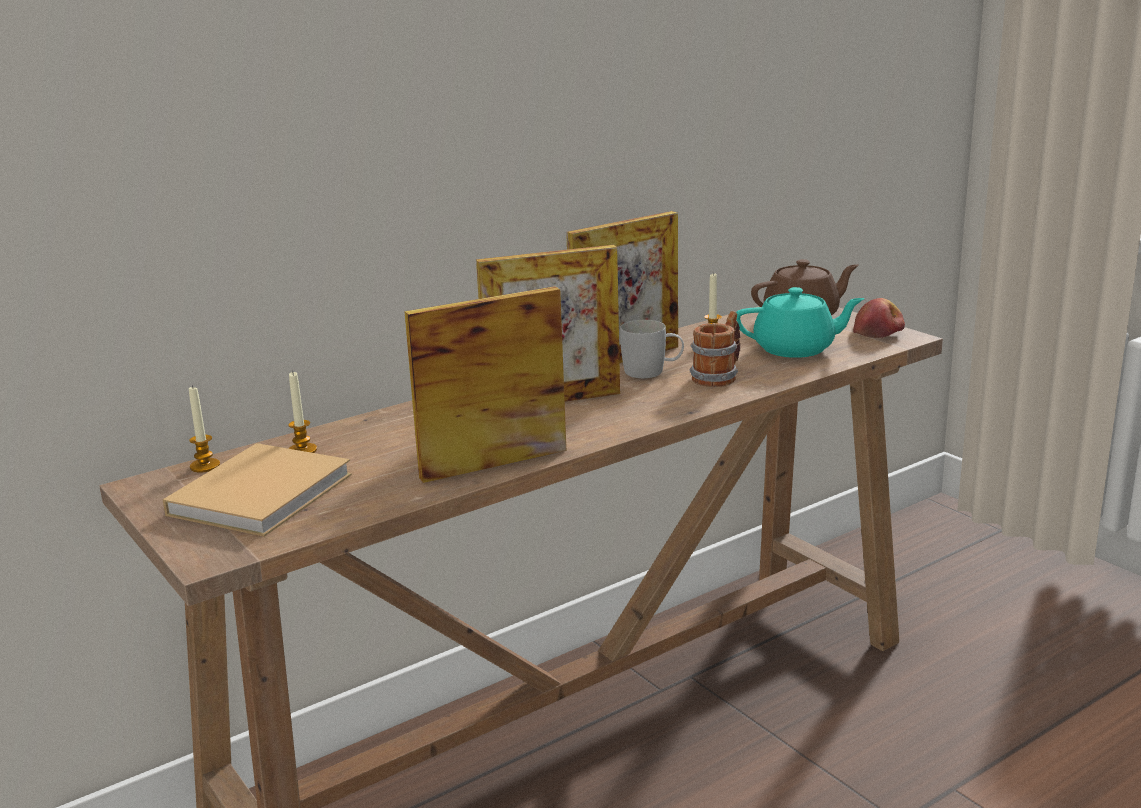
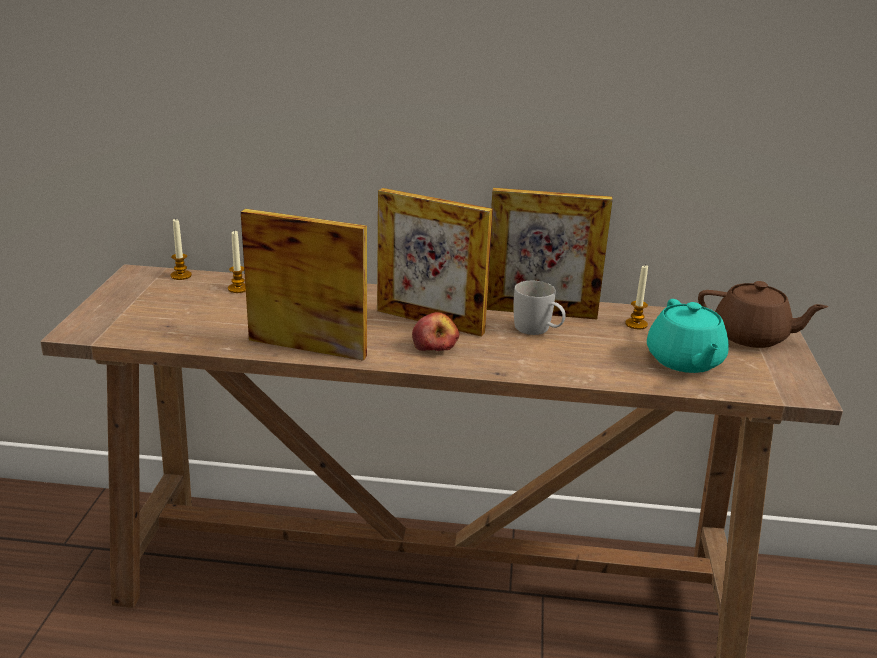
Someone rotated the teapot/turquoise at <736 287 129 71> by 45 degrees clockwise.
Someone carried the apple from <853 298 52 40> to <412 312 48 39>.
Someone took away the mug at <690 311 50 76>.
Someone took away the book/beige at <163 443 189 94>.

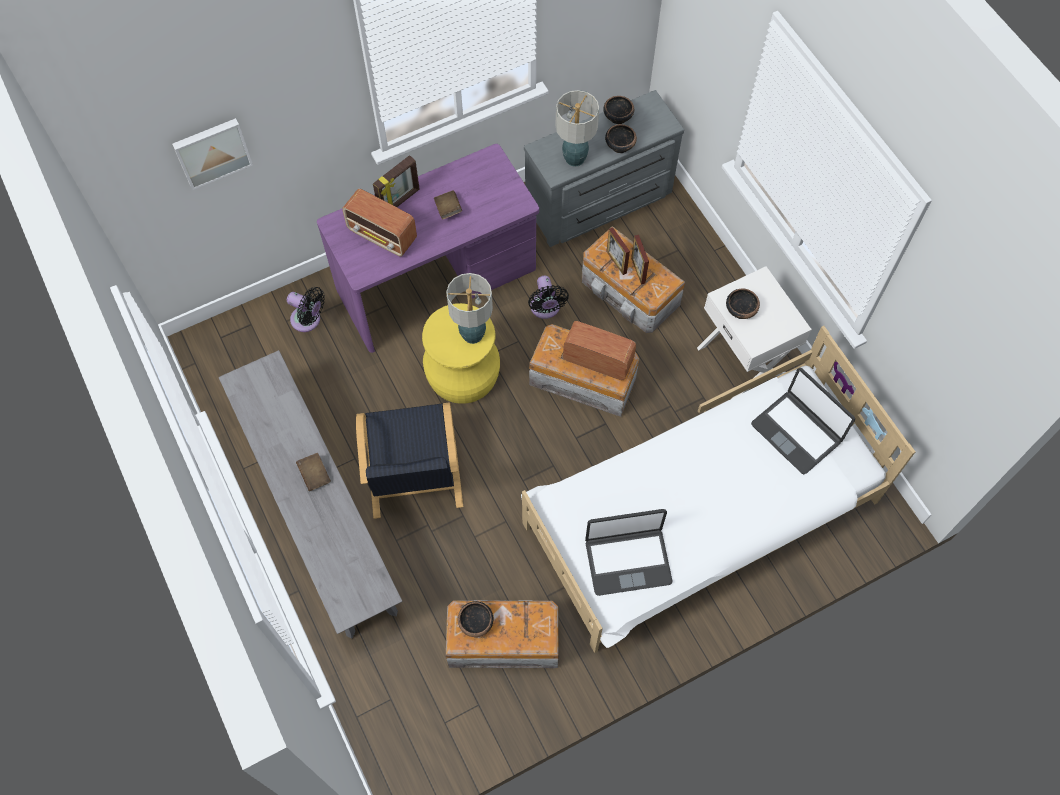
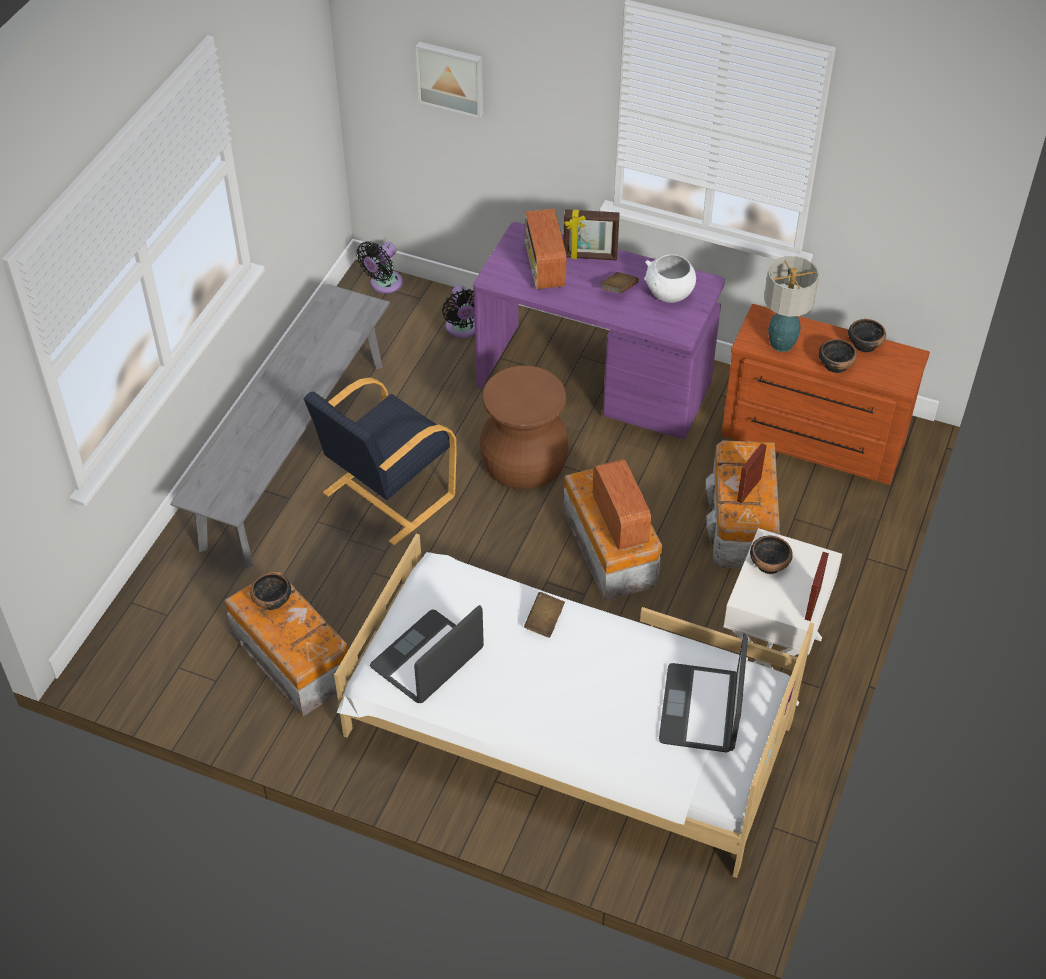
Someone repainted the dresser/grey at <524 90 160 157>, which became the dresser/brown at <721 304 209 181>.
Someone carried the picture frame from <606 227 24 48> to <805 552 24 69>.
Someone took away the table lamp at <446 273 47 71>.
Someone carried the fan/black from <528 276 41 43> to <356 241 47 52>.
Someone repainted the stool/yellow at <422 303 78 101>, which became the stool/brown at <480 366 89 123>.
Someone carried the book/brown from <296 453 35 38> to <524 592 41 46>.
Someone rotated the laptop at <585 509 87 87> by 90 degrees clockwise.
Someone put down the bowl/white at <644 254 52 49>.

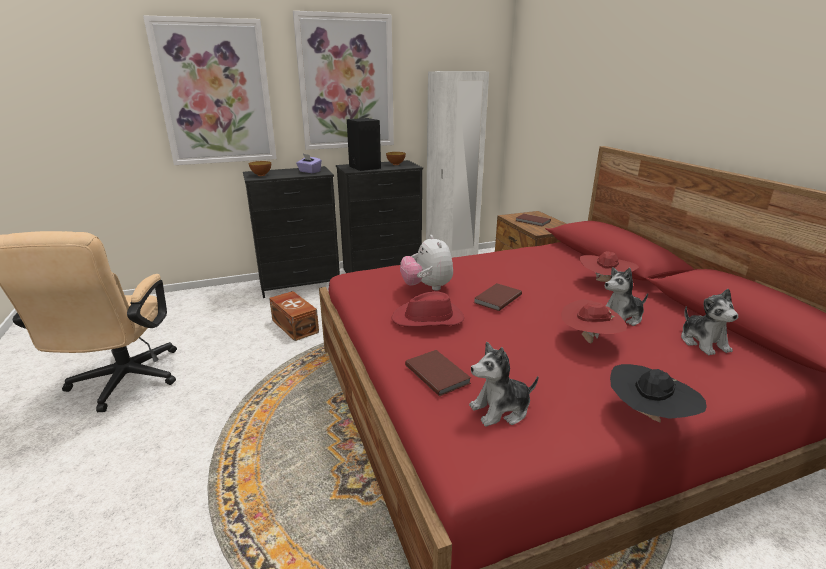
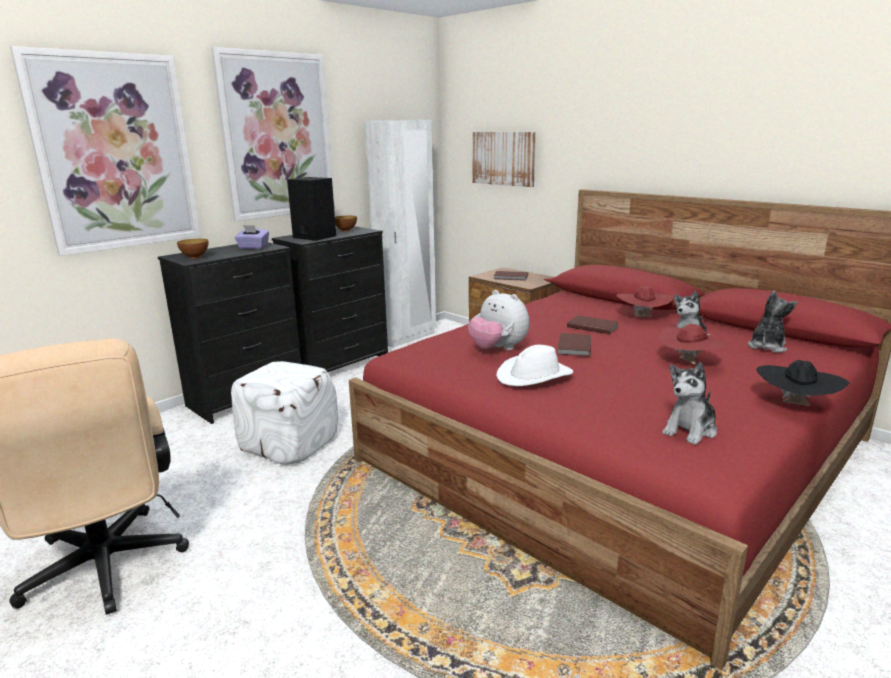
Someone rotated the plush toy at <681 289 57 66> by 105 degrees counterclockwise.
Someone swapped the storage box/brown at <269 291 50 50> for the ottoman/white at <231 361 107 104>.
Someone repainted the hat/red at <391 291 73 36>, which became the hat/white at <496 345 77 41>.
Someone carried the book/brown from <405 350 66 46> to <567 315 52 19>.
Someone put up the picture at <472 132 64 55>.

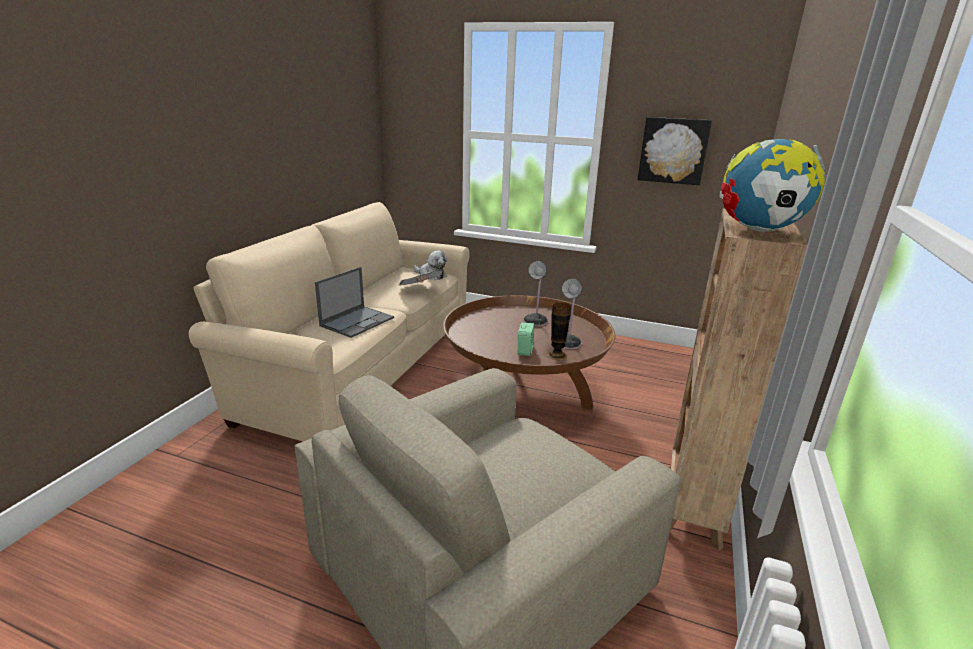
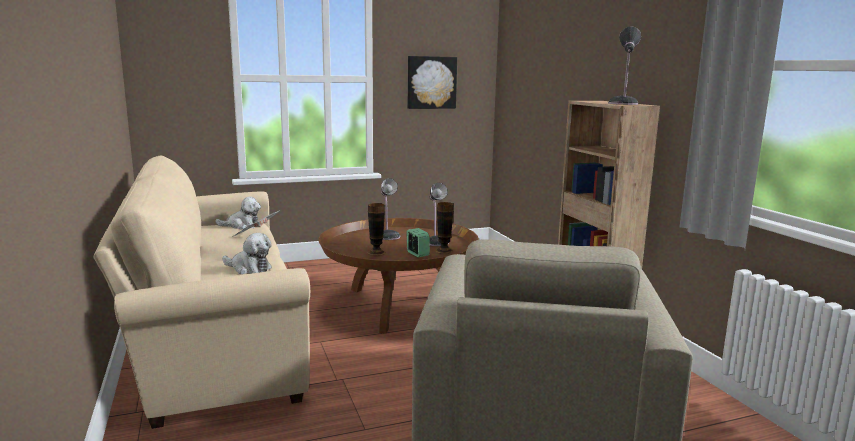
Someone swapped the globe at <719 139 108 93> for the table lamp at <608 26 33 79>.
Someone swapped the laptop at <315 267 79 71> for the plush toy at <222 233 50 41>.
Someone put down the vase at <367 203 19 53>.

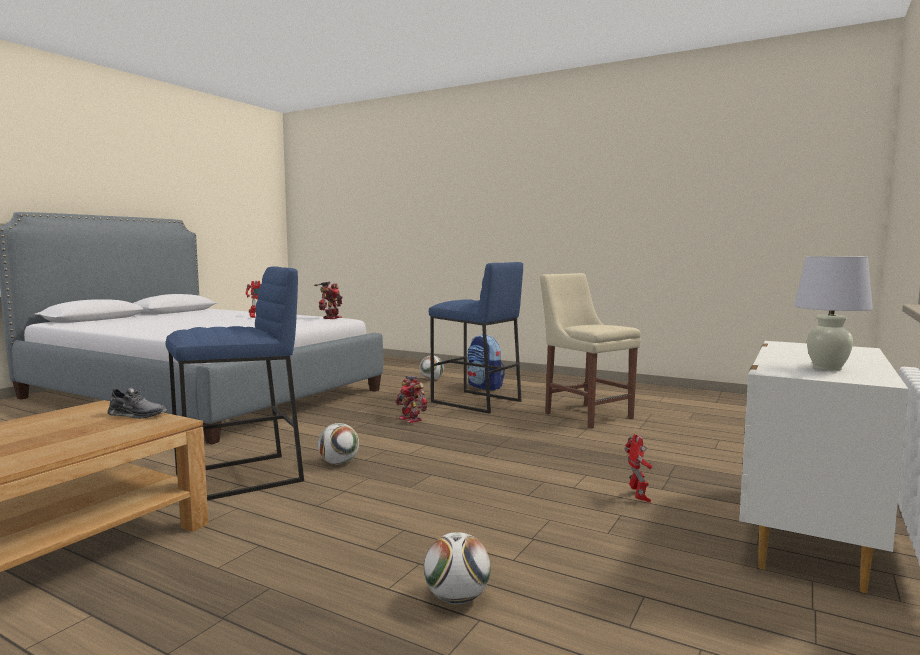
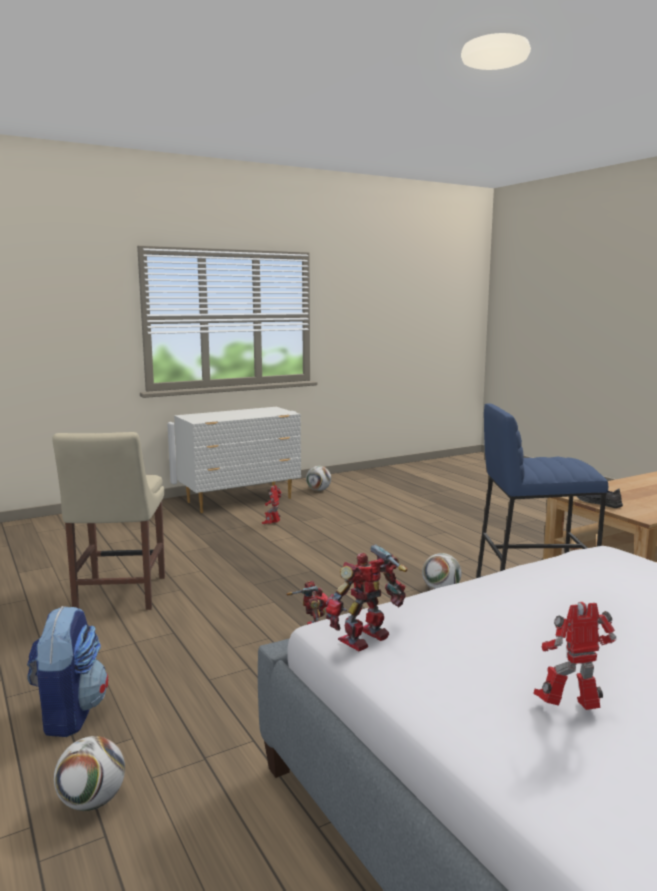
Someone took away the table lamp/white at <794 256 79 115>.
Someone took away the stool/blue at <429 262 94 152>.
Someone carried the football from <424 532 67 72> to <306 466 25 25>.

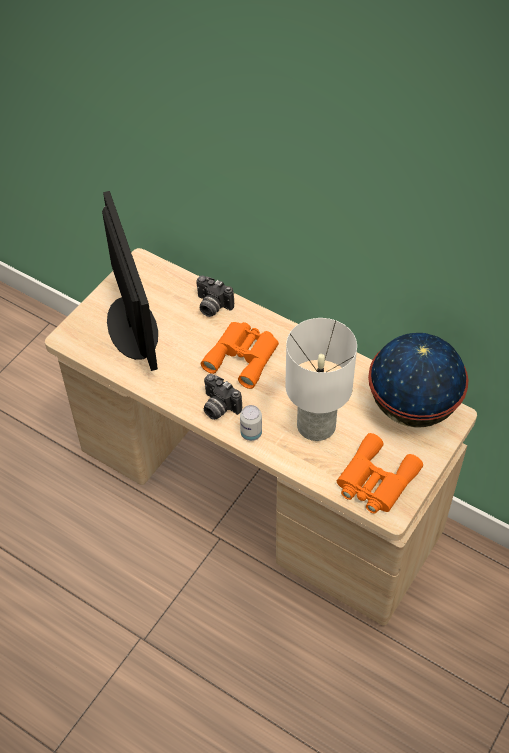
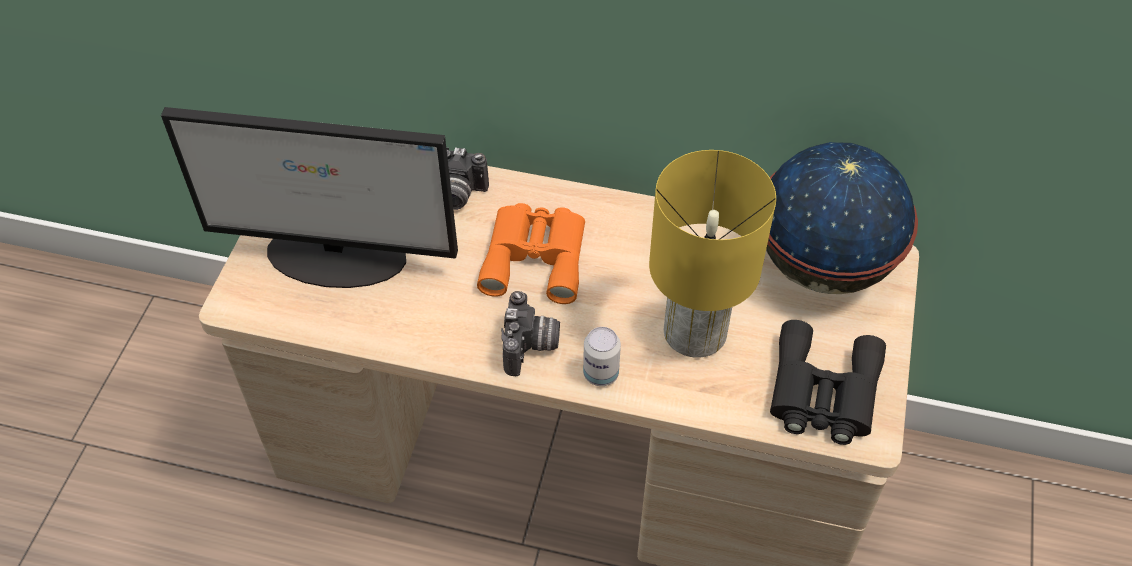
Someone rotated the monitor at <102 191 56 180> by 135 degrees clockwise.
Someone repainted the table lamp/white at <285 318 72 123>, which became the table lamp/yellow at <649 150 127 208>.
Someone rotated the photo camera at <204 374 38 46> by 105 degrees counterclockwise.
Someone repainted the binoculars/orange at <337 433 86 81>, which became the binoculars/black at <770 320 116 125>.

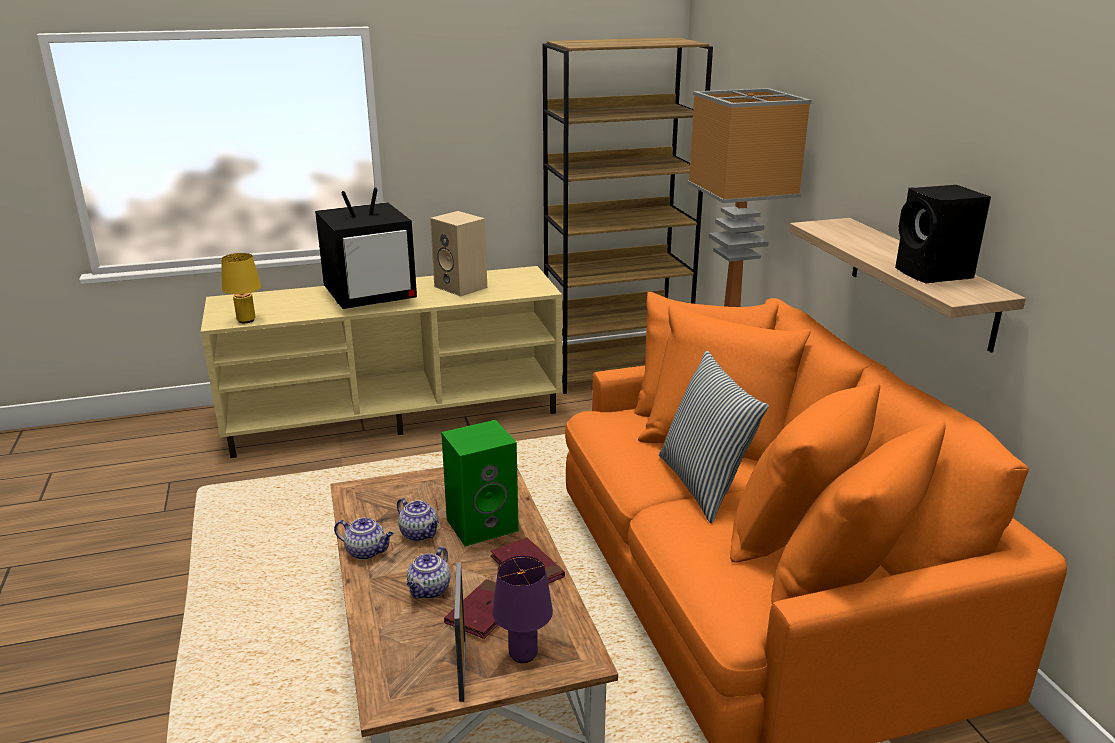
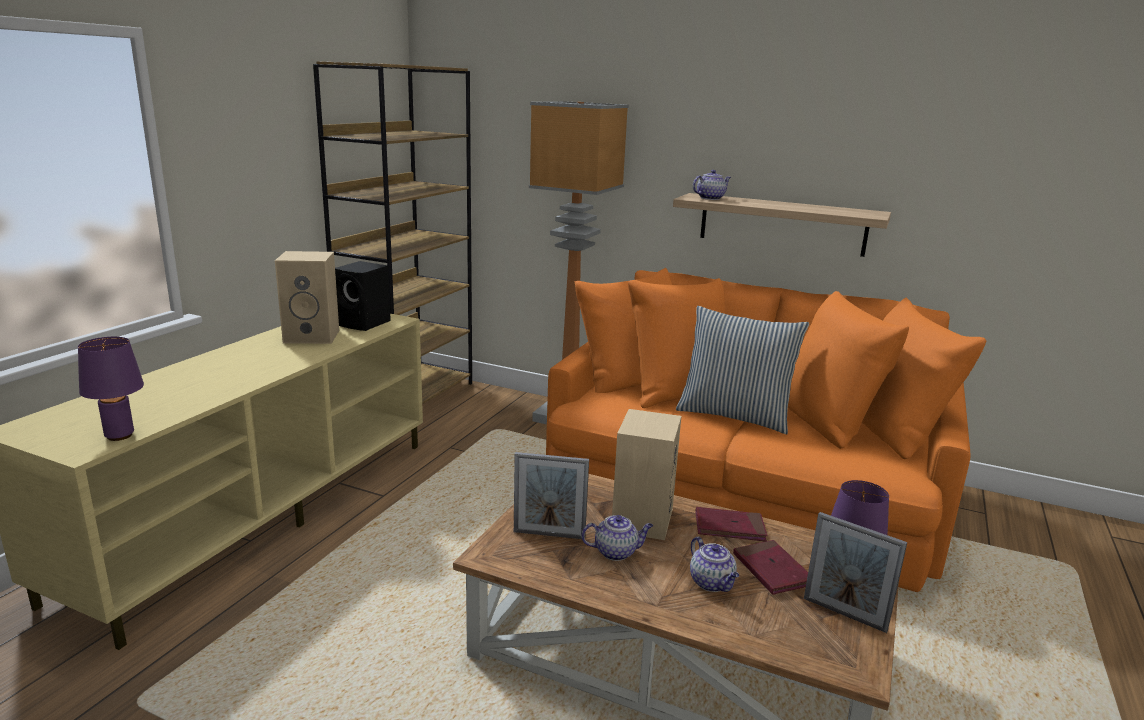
Someone carried the speaker/black from <895 185 96 98> to <335 261 56 70>.
Someone took away the television at <315 187 102 122>.
Someone repainted the table lamp/yellow at <221 253 40 70>, which became the table lamp/purple at <78 337 66 104>.
Someone repainted the speaker/green at <441 420 78 126>, which became the speaker/beige at <612 409 69 131>.
Someone carried the teapot from <334 518 60 42> to <693 170 38 30>.
Someone put down the picture frame at <514 452 75 87>.

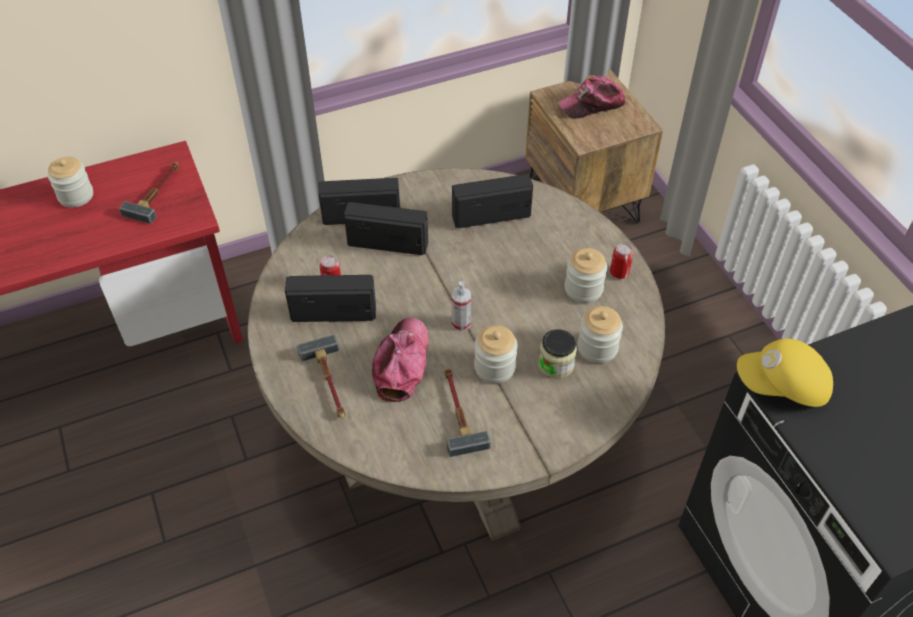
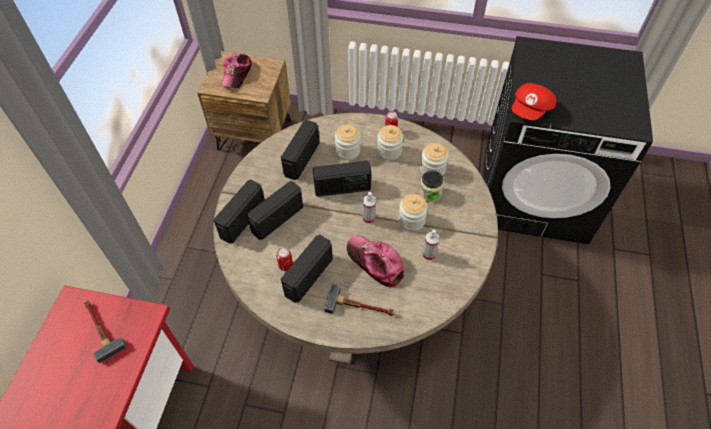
Someone carried the jar from <48 157 45 51> to <335 124 25 36>.
Someone repainted the cap/yellow at <737 338 96 69>, which became the cap/red at <512 83 44 37>.
Someone swapped the hammer at <445 368 46 89> for the spray bottle at <422 229 18 31>.
Someone put down the radio at <313 161 58 36>.

